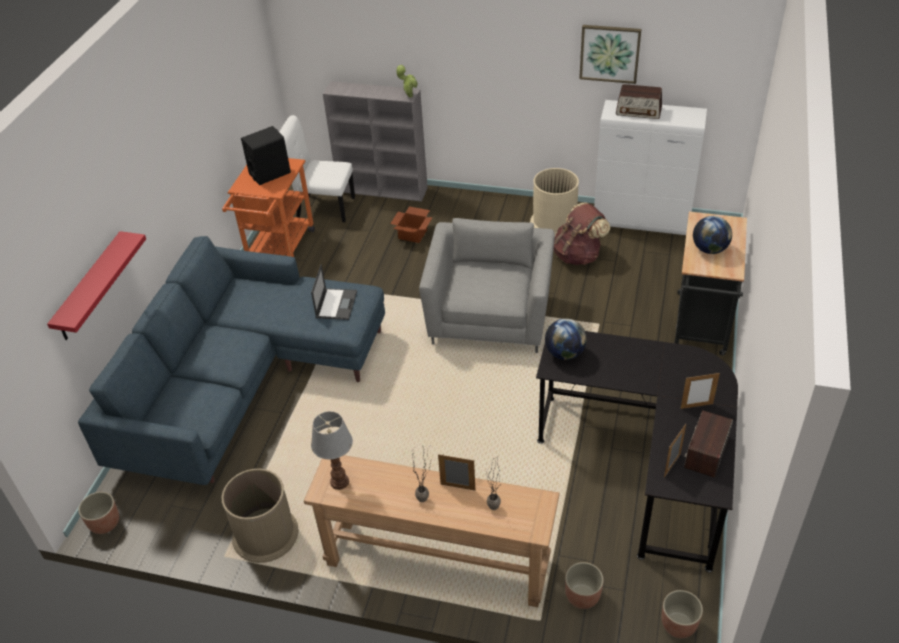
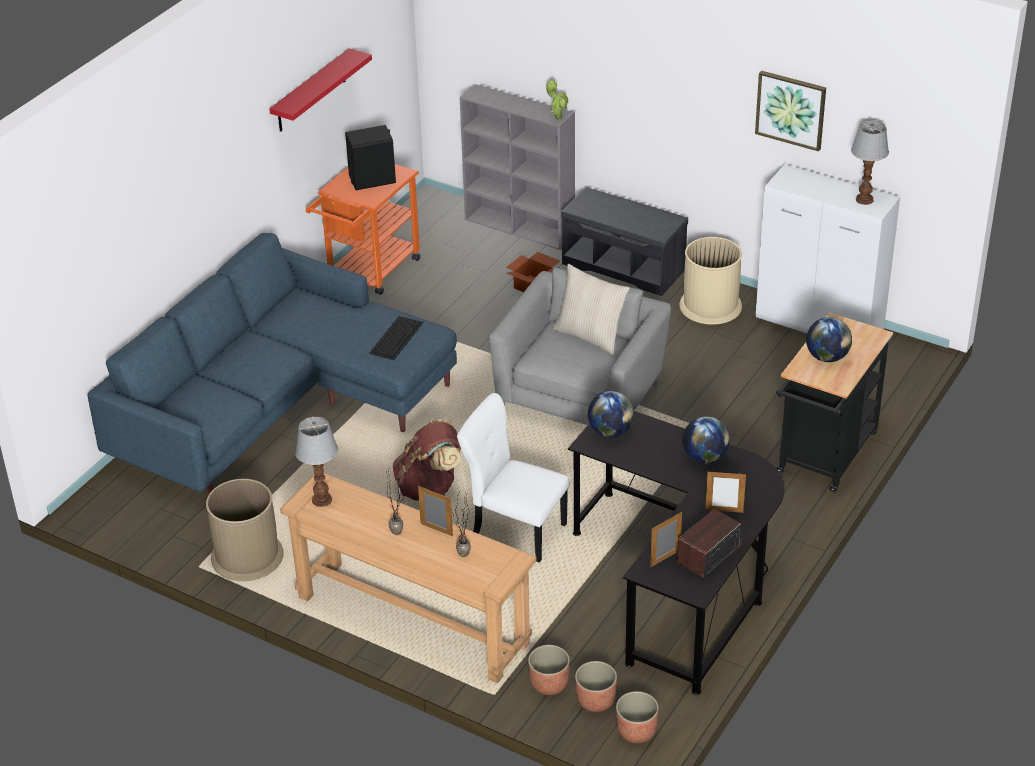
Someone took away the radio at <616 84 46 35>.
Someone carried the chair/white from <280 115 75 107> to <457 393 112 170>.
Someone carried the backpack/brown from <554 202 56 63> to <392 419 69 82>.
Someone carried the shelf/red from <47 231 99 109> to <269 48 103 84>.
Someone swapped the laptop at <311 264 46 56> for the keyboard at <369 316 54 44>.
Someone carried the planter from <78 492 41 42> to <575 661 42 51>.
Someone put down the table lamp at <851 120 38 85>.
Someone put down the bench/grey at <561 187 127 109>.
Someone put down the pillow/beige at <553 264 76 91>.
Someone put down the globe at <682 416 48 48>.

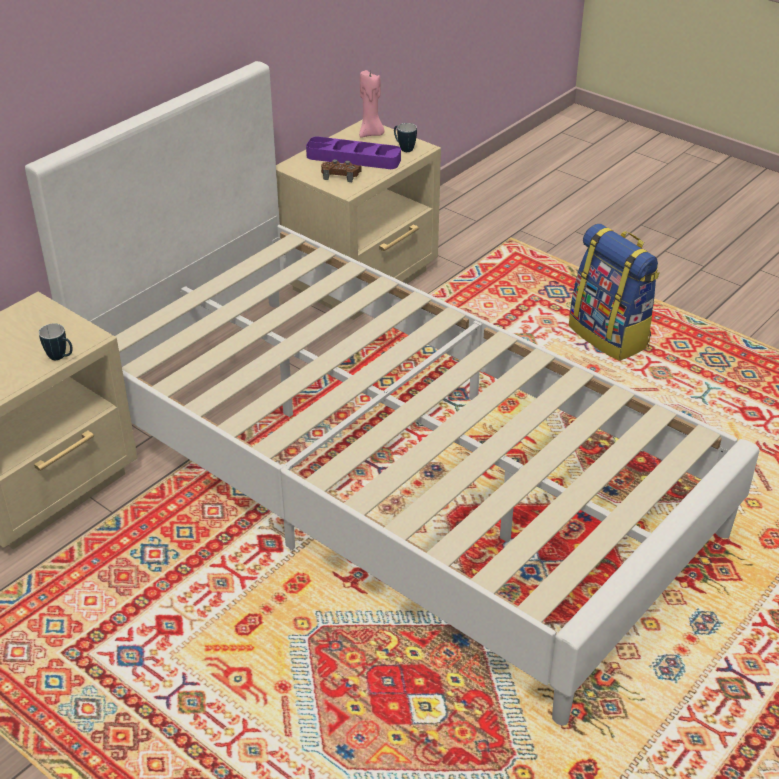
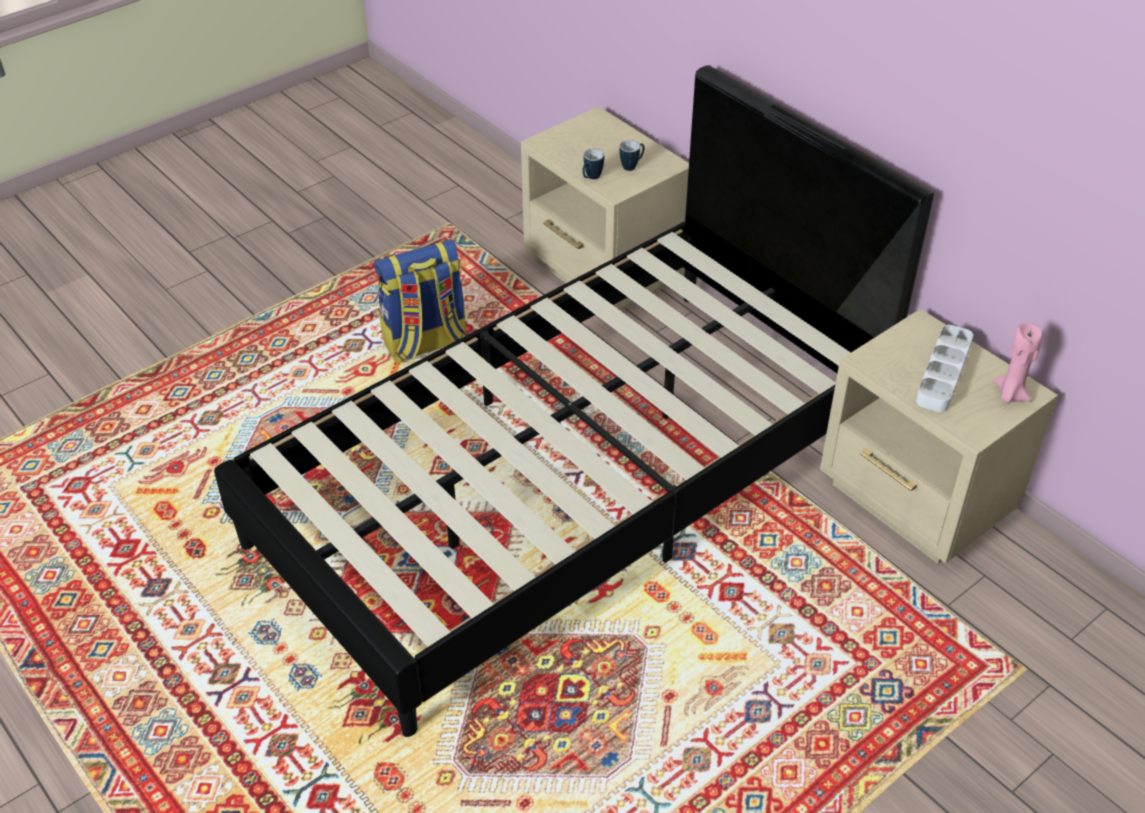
Someone repainted the bed/white at <25 61 734 664>, which became the bed/black at <214 65 720 672>.
Someone carried the mug from <394 123 23 29> to <620 140 24 31>.
Someone repainted the tray/purple at <306 136 95 33>, which became the tray/white at <916 325 57 87>.
Someone took away the game controller/brown at <321 159 40 23>.
Someone carried the backpack from <569 224 91 137> to <374 239 93 124>.

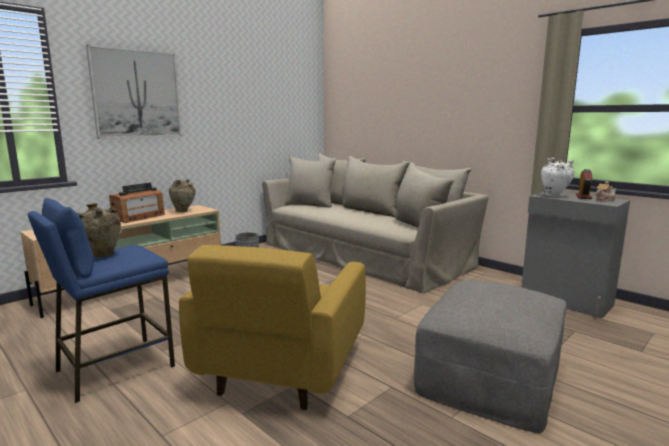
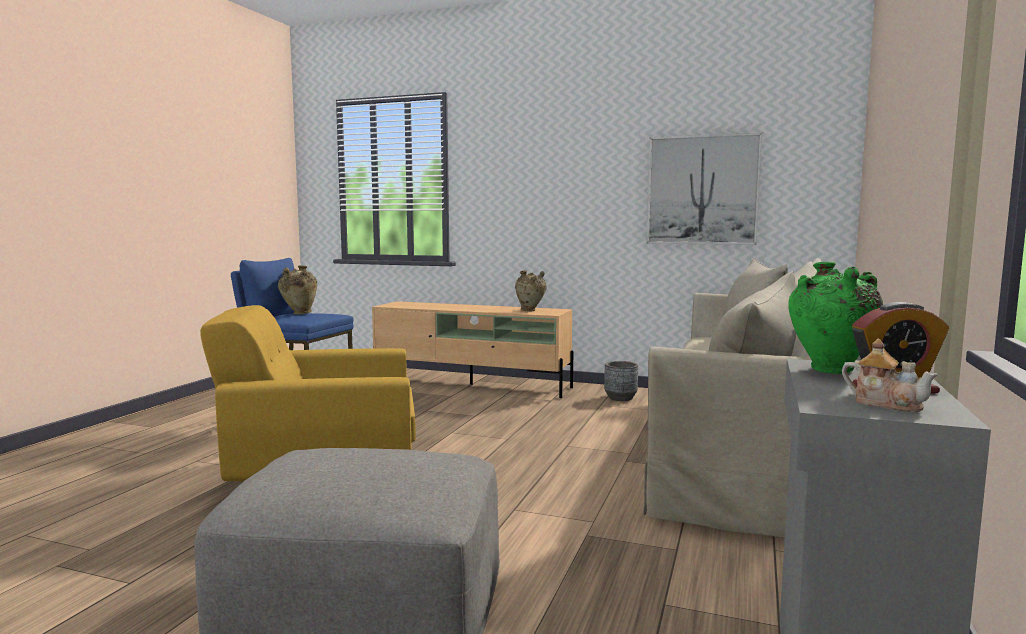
Someone carried the picture from <86 44 96 95> to <646 132 116 113>.
Someone repainted the vase/white at <541 158 33 39>, which became the vase/green at <788 262 95 112>.
Someone took away the radio at <109 183 56 40>.

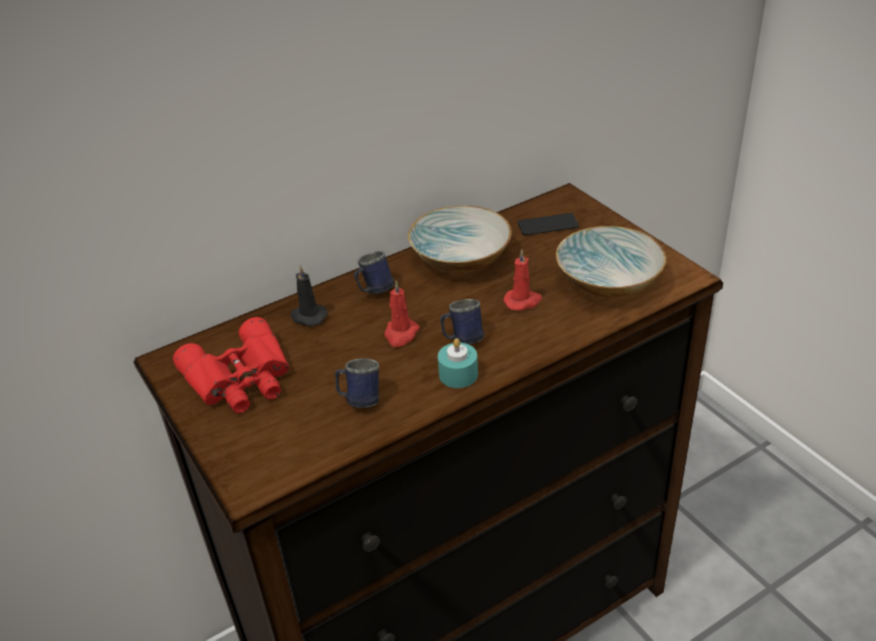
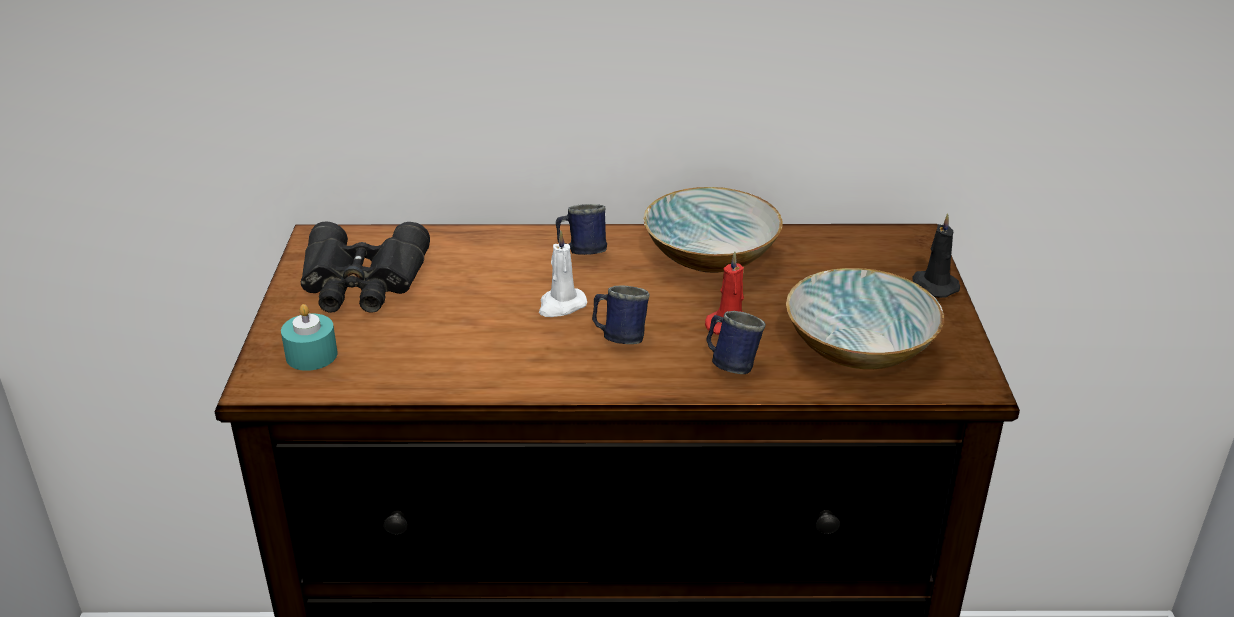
Someone took away the phone at <517 213 62 22>.
Someone carried the candle/black from <290 265 38 62> to <913 213 47 85>.
Someone repainted the candle/red at <384 280 36 67>, which became the candle/white at <539 231 48 86>.
Someone repainted the binoculars/red at <173 317 116 96>, which became the binoculars/black at <301 222 129 91>.
Someone carried the candle/turquoise from <438 338 40 50> to <281 304 57 67>.
Someone carried the mug/blue from <335 359 44 49> to <706 311 60 63>.

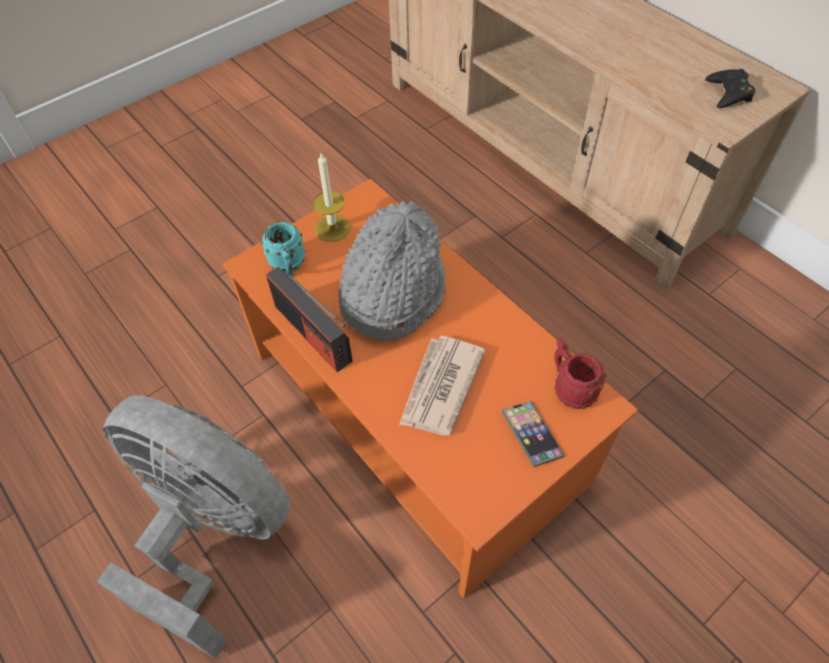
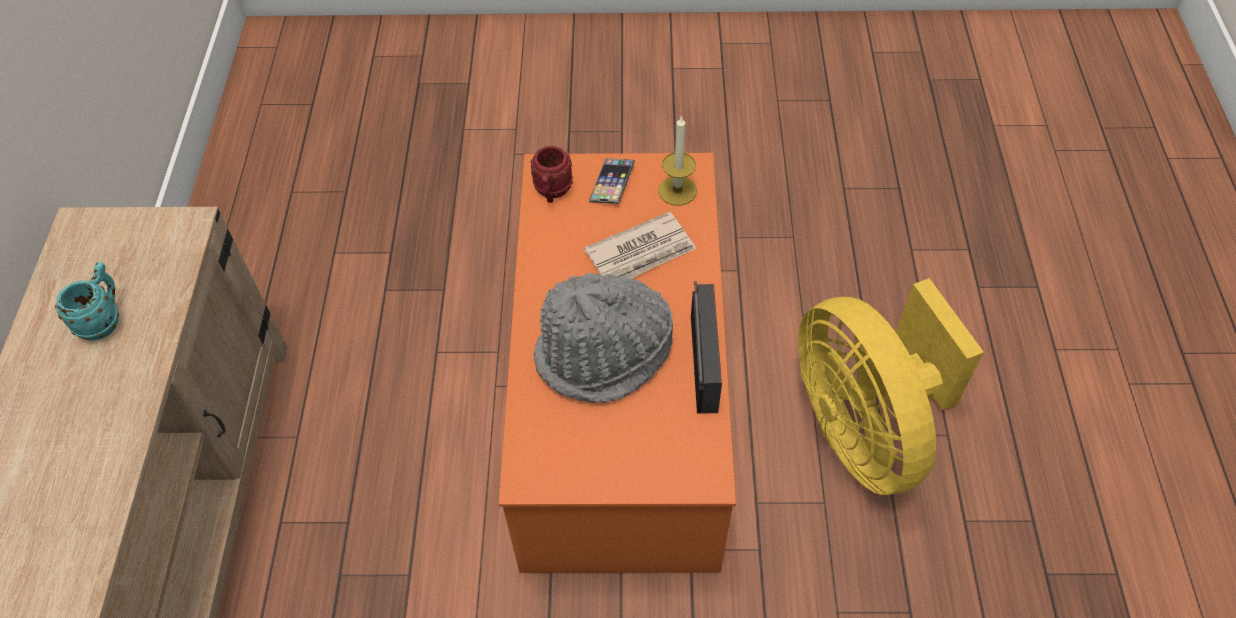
Someone took away the game controller/black at <705 69 51 39>.
Someone carried the candle from <313 153 38 89> to <658 115 39 91>.
Someone carried the mug/turquoise from <261 222 45 55> to <55 262 64 79>.
Someone repainted the fan/grey at <97 395 193 264>, which became the fan/yellow at <798 278 186 217>.

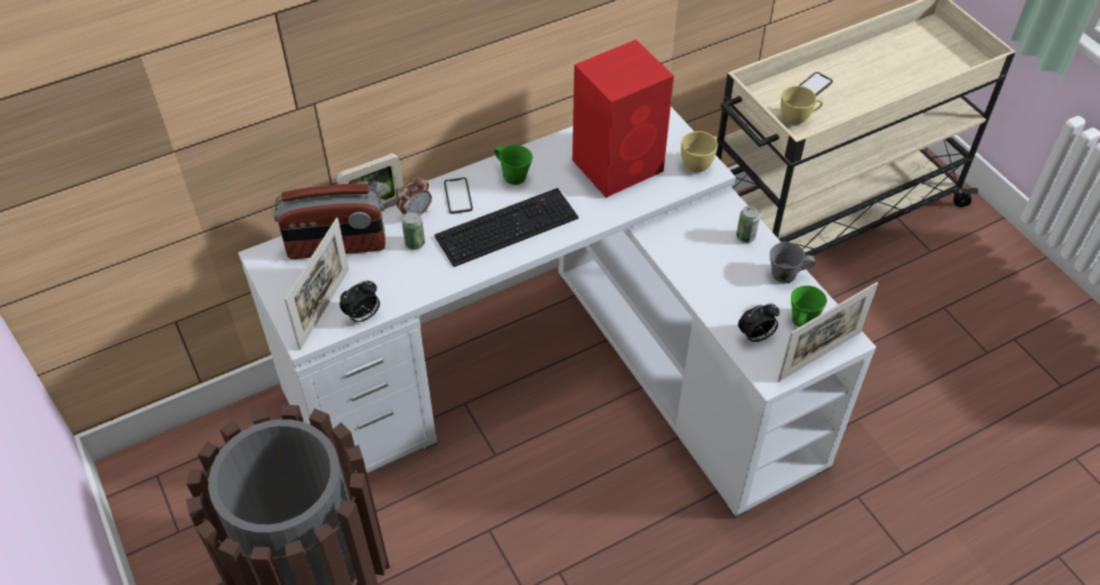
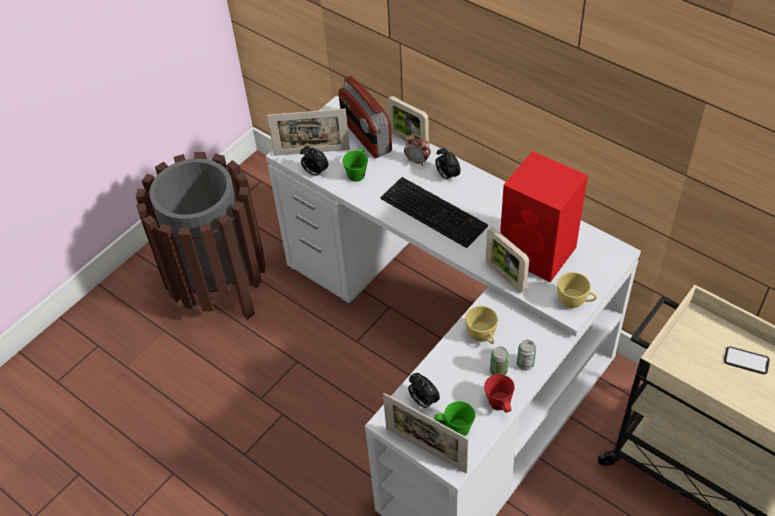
Someone carried the cup/yellow from <781 86 42 39> to <465 306 33 38>.
Someone carried the mug/green from <494 145 39 40> to <342 148 26 34>.
Someone swapped the phone at <444 178 29 36> for the alarm clock at <435 147 26 34>.
Someone carried the can from <402 211 23 39> to <490 347 19 28>.
Someone repainted the mug/grey at <770 242 45 41>, which became the mug/red at <484 374 31 39>.
Someone put down the picture frame at <486 227 43 65>.

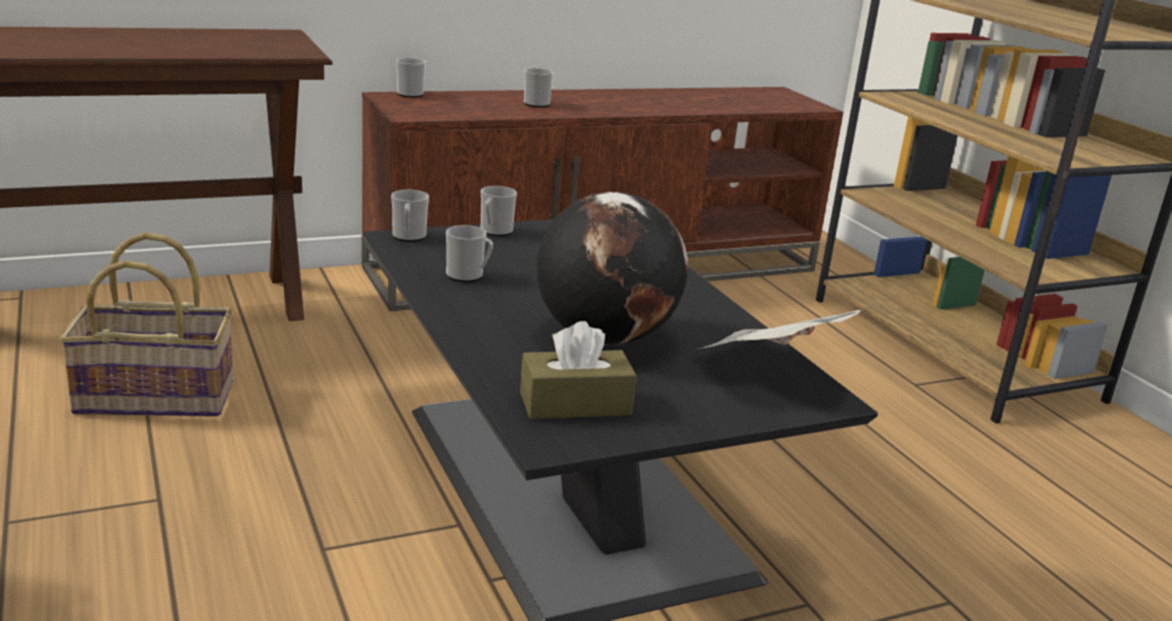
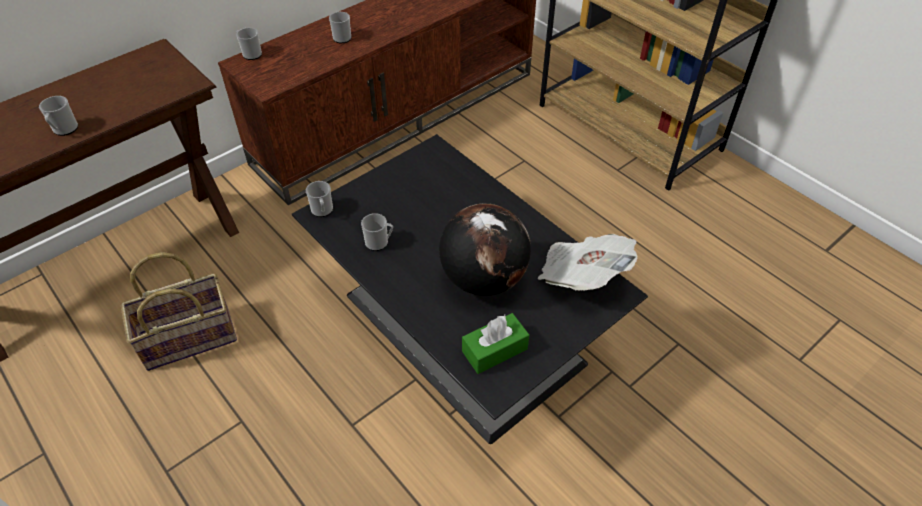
Someone carried the mug from <481 186 36 51> to <39 96 39 40>.
Someone repainted the tissue box/brown at <520 321 117 98>, which became the tissue box/green at <462 313 67 61>.

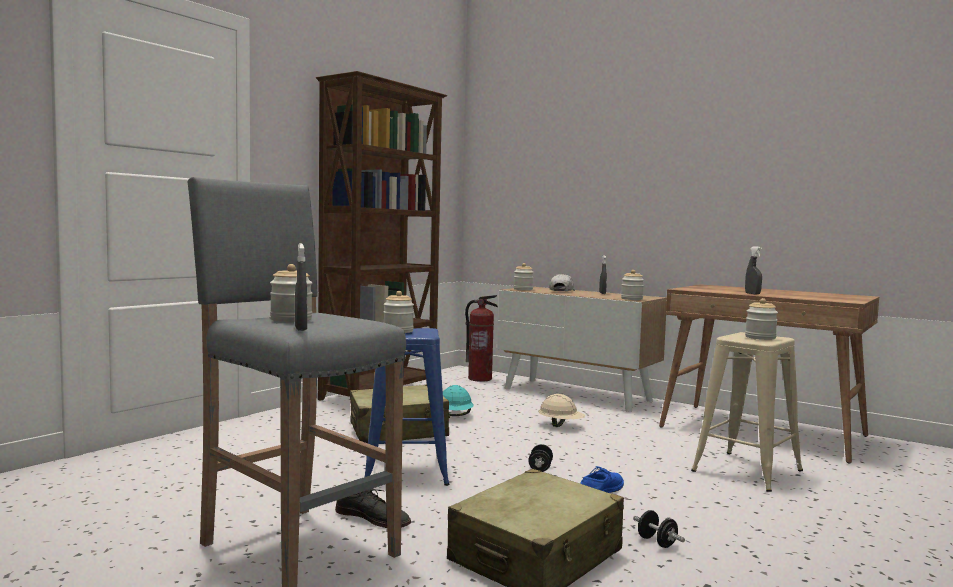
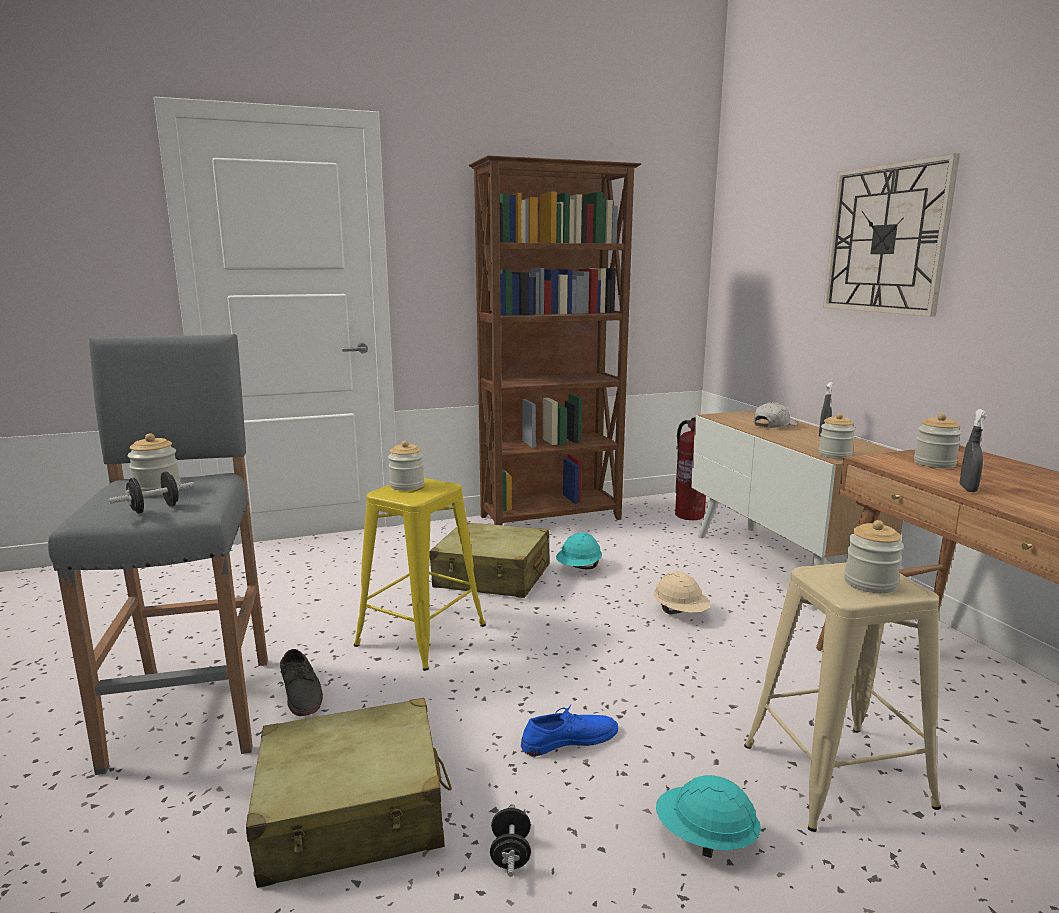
Someone took away the spray bottle/grey at <295 243 12 88>.
Someone carried the jar from <514 263 20 27> to <914 413 48 55>.
Someone repainted the stool/blue at <365 328 85 158>, which became the stool/yellow at <354 478 132 193>.
Someone carried the dumbbell/black from <528 444 25 28> to <108 472 86 41>.
Someone put up the wall clock at <823 153 137 164>.
Someone put down the hard hat/turquoise at <656 775 105 83>.

